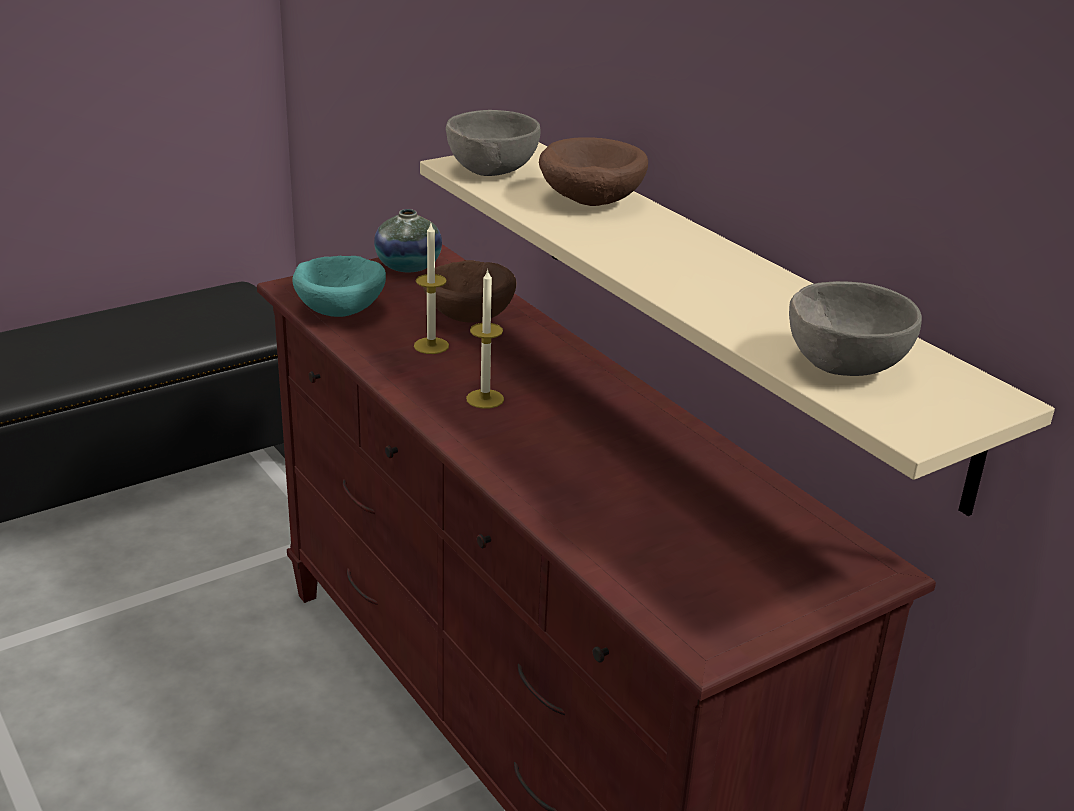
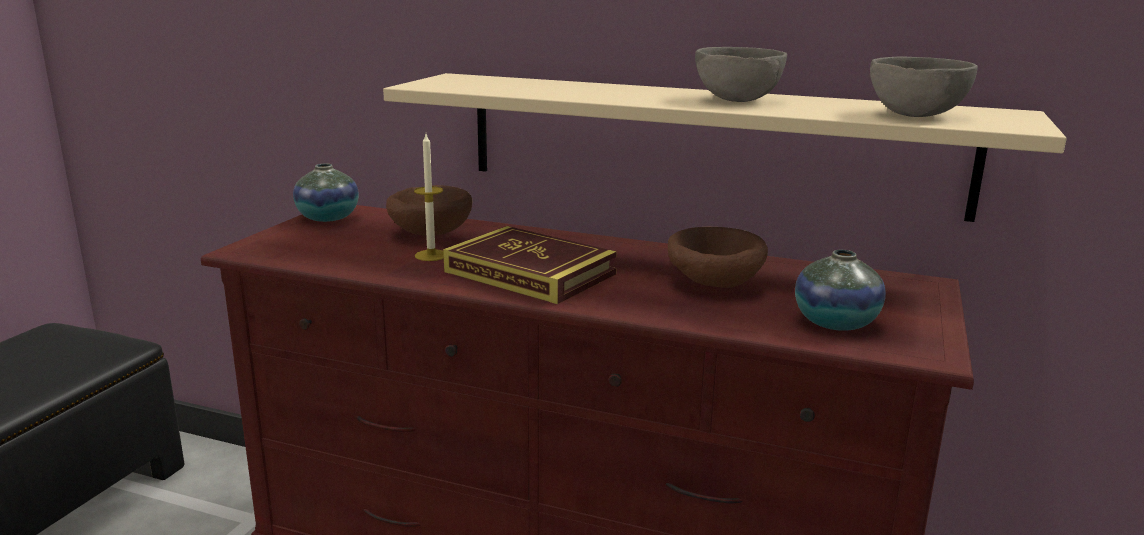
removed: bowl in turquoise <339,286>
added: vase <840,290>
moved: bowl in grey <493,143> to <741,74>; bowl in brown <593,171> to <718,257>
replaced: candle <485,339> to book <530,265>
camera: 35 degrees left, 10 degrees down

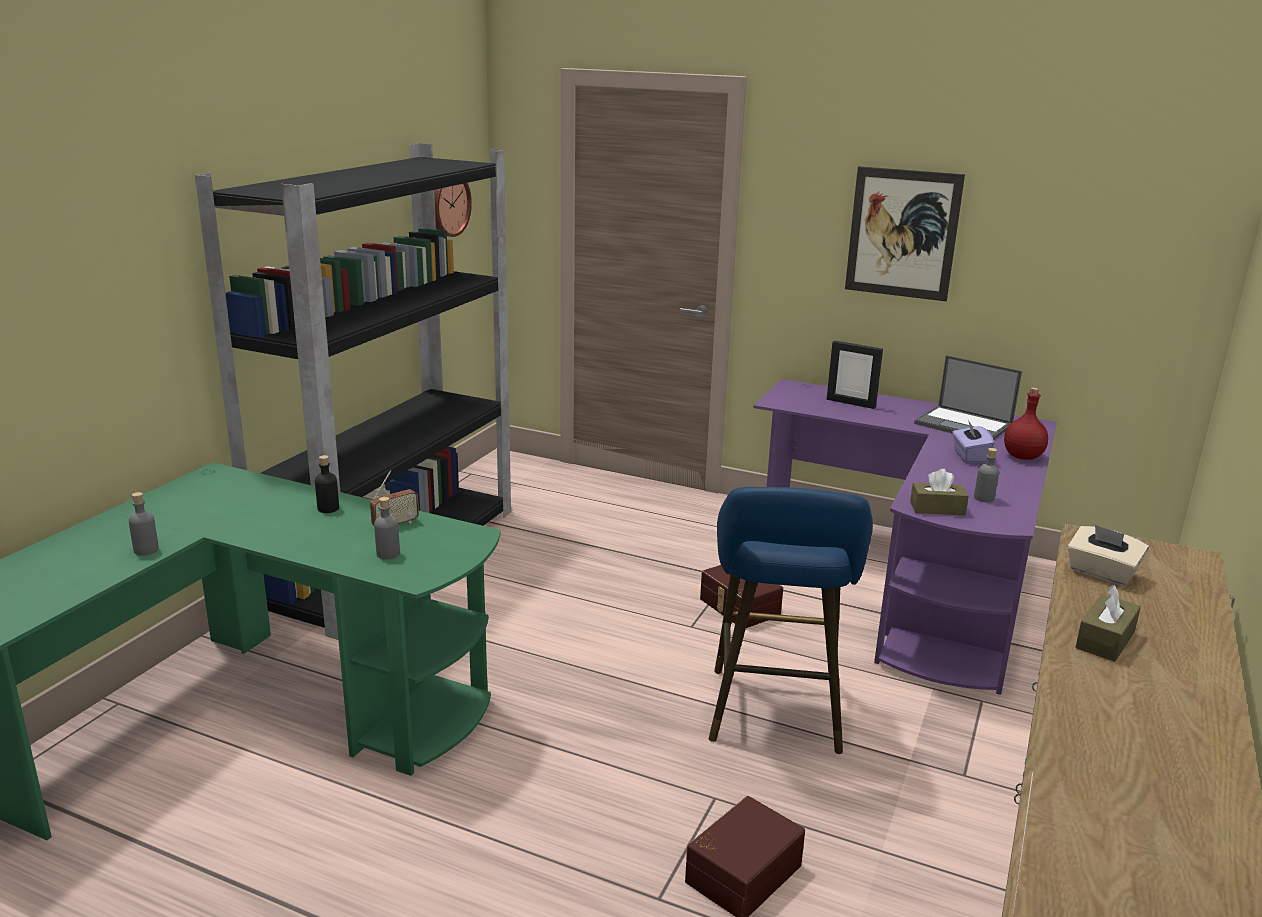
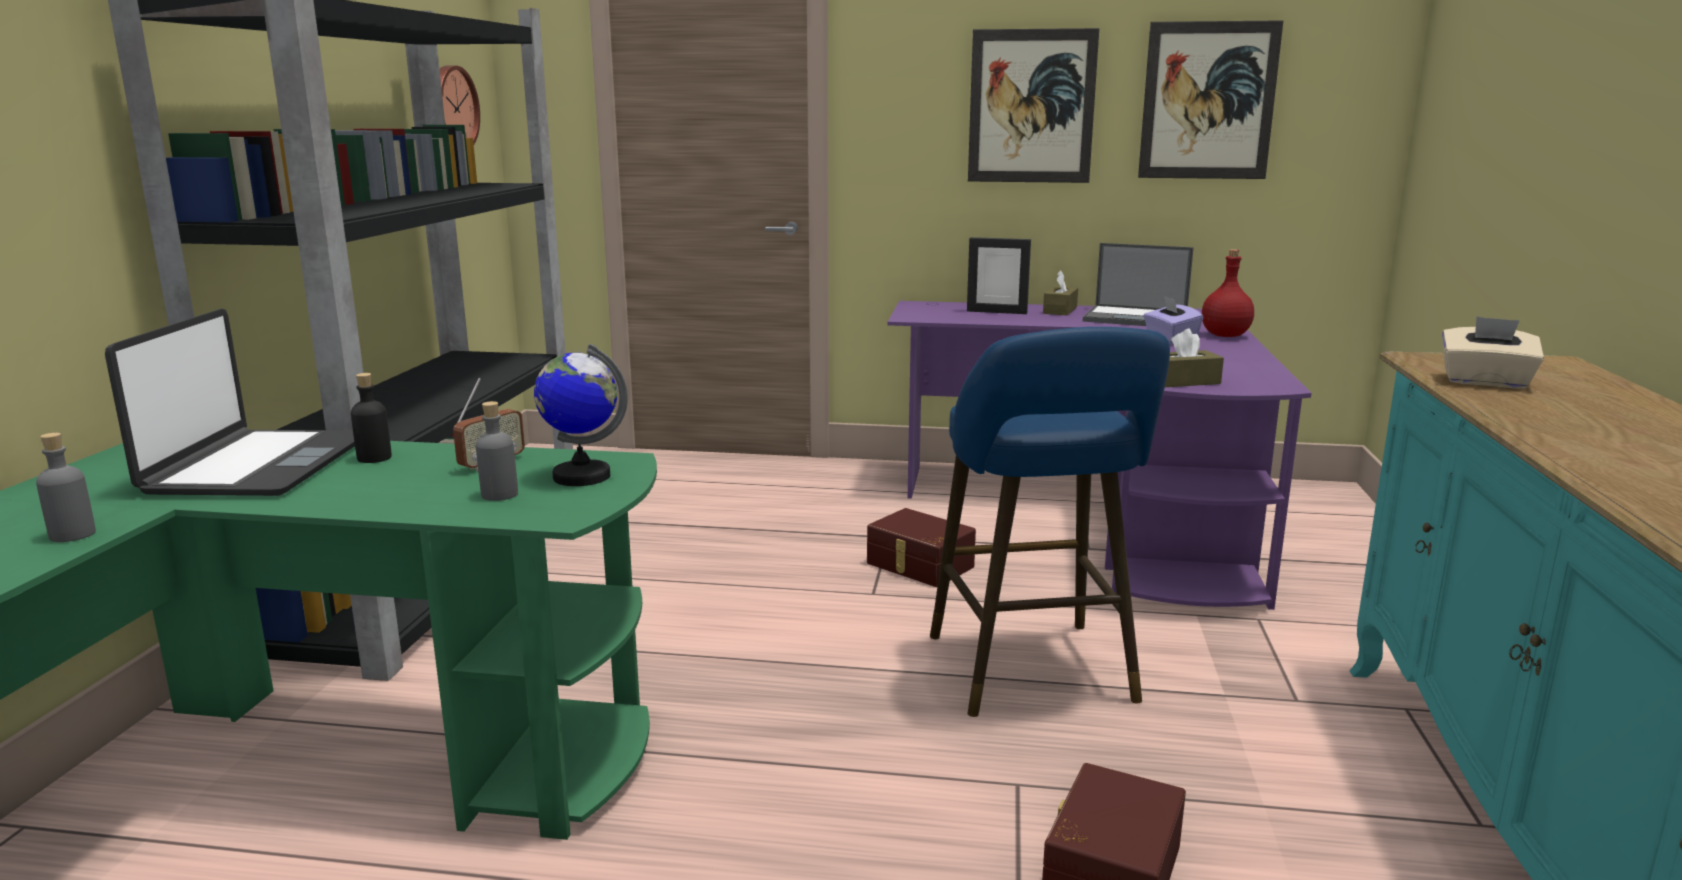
removed: bottle in grey <986,475>
added: laptop <230,402>; globe <581,415>; picture <1210,99>
moved: tissue box in brown <1108,623> to <1060,293>
camera: 15 degrees left, 5 degrees down

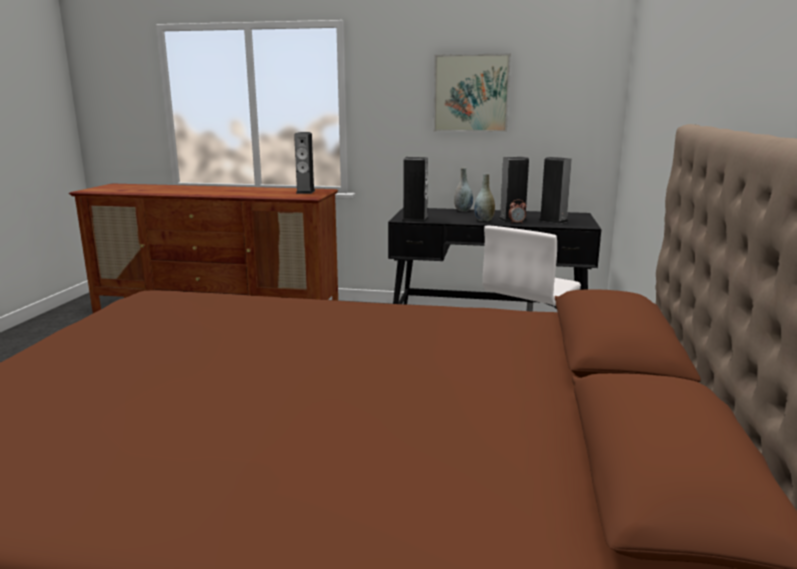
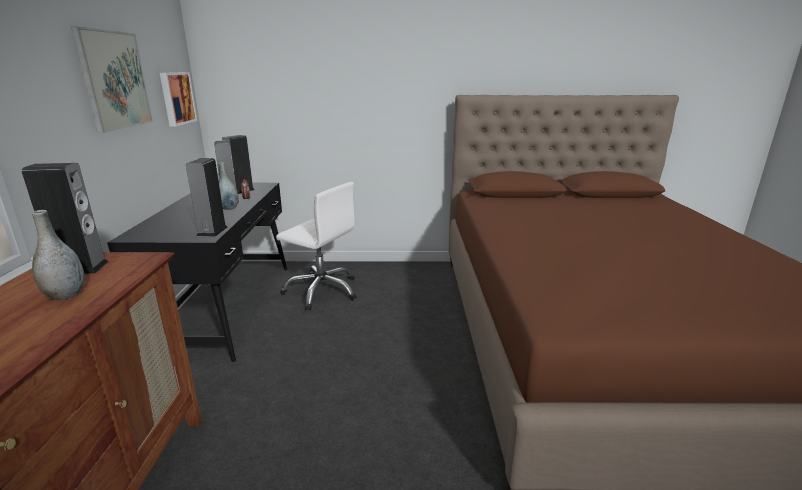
added: picture <178,99>
moved: vase in grey <463,190> to <58,255>
camera: 100 degrees left, 5 degrees up

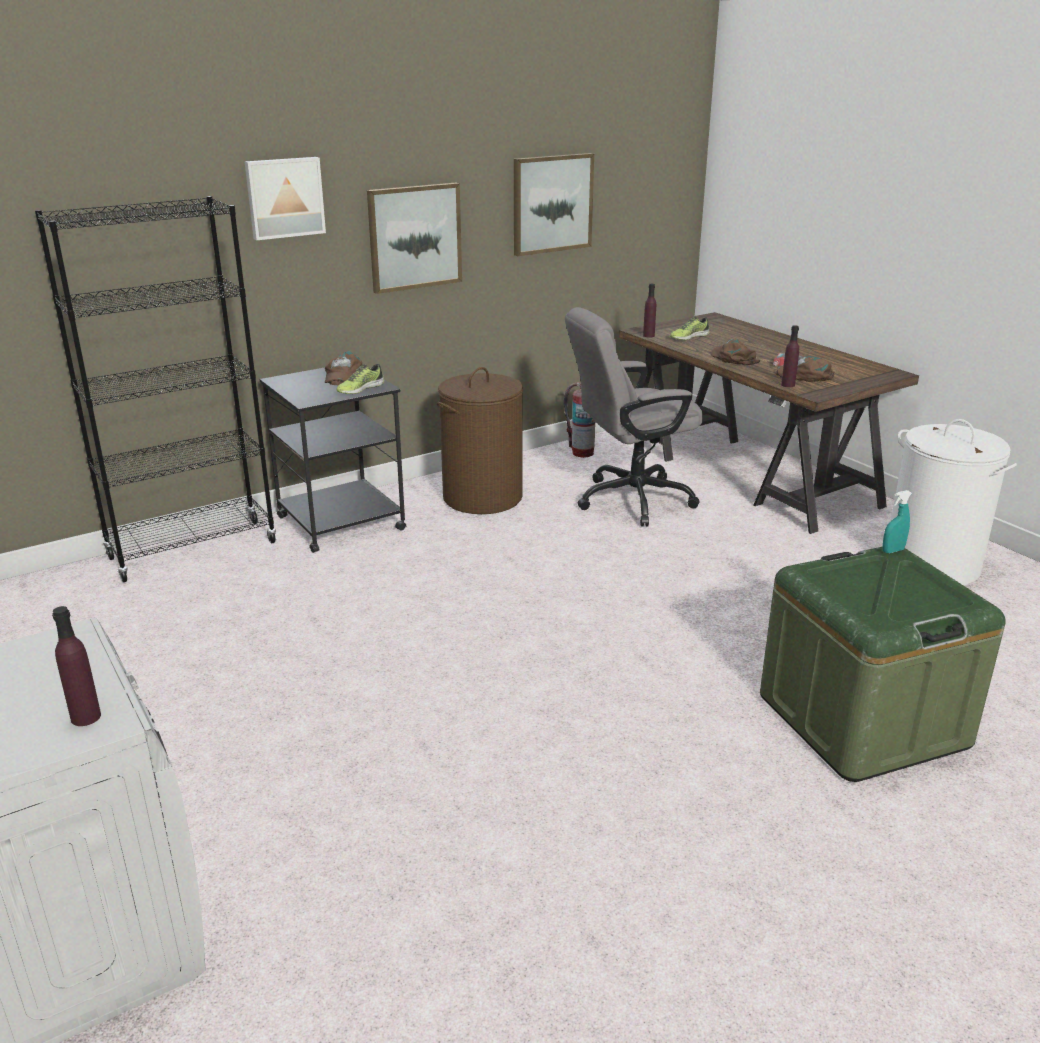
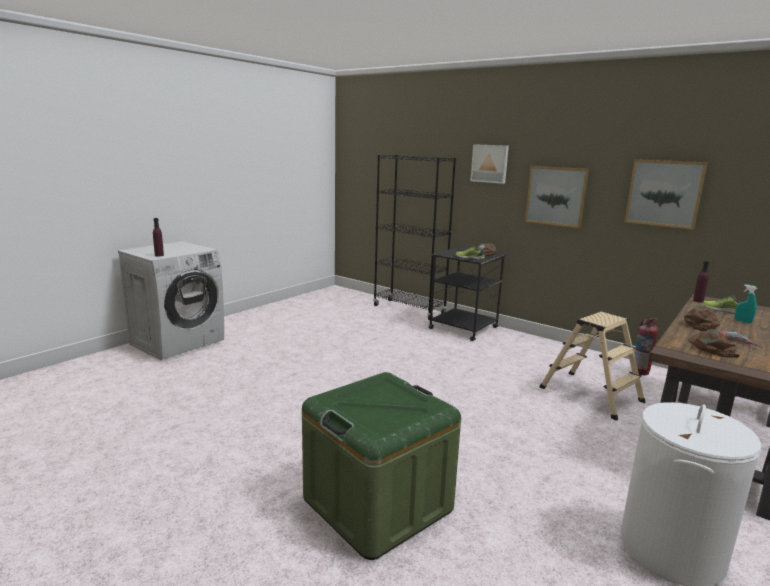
removed: laundry basket in brown <480,440>; bottle in purple <790,356>
moved: spray bottle in turquoise <897,521> to <746,303>
replaced: office chair in grey <634,416> to step ladder in beige <592,366>
camera: 70 degrees right, 10 degrees down

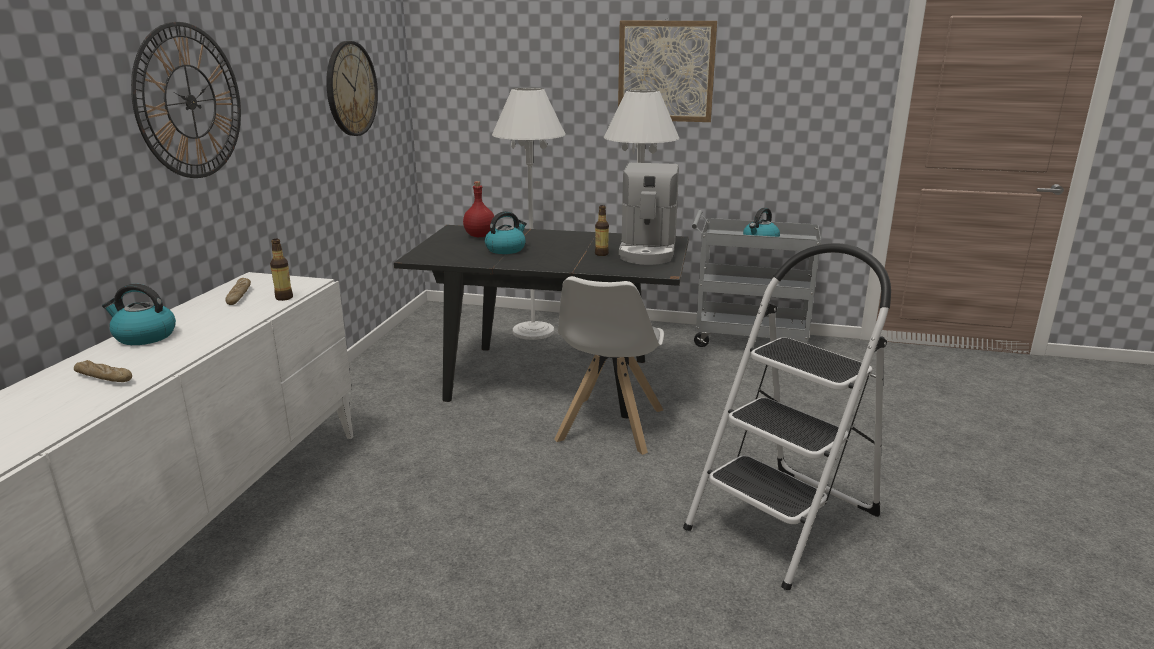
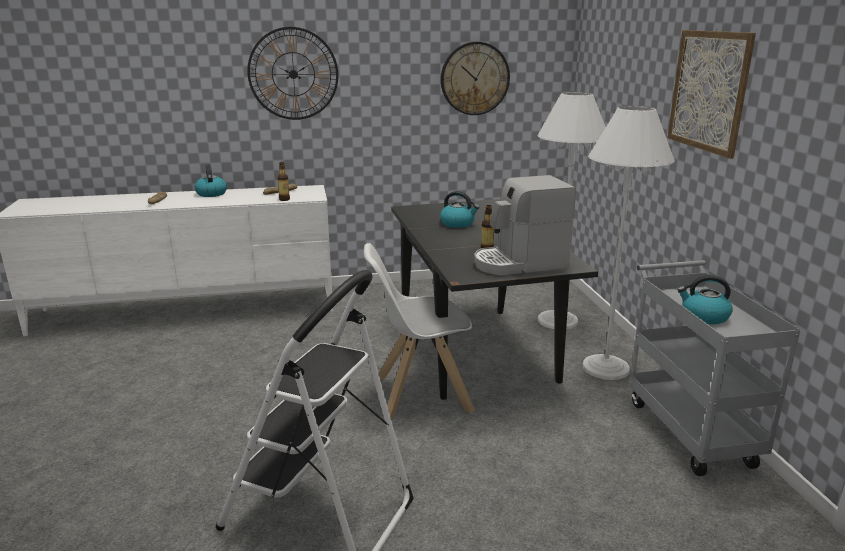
removed: bottle in red <478,209>
camera: 65 degrees right, 0 degrees up

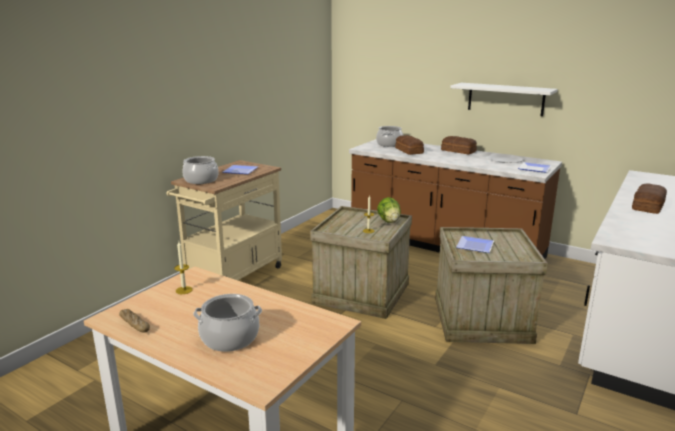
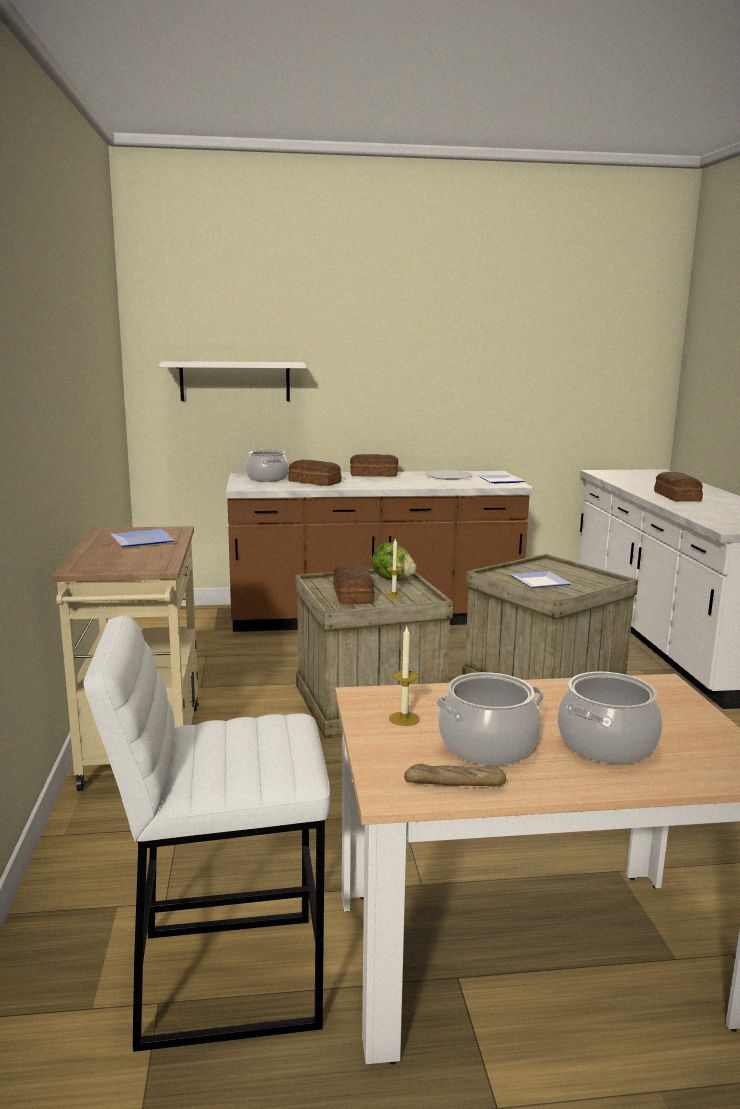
added: stool in white <207,833>; bread <353,584>
moved: cooking pot <200,170> to <490,718>; shelf in white <504,99> to <232,381>
camera: 40 degrees left, 5 degrees down

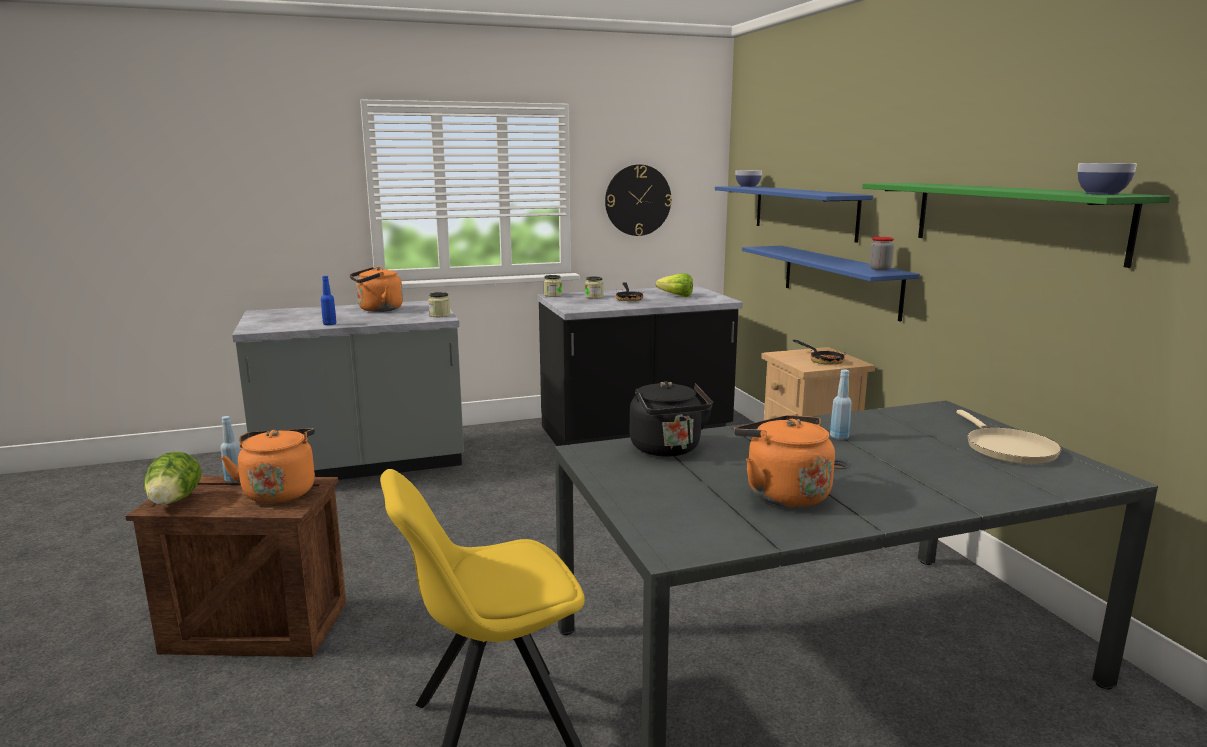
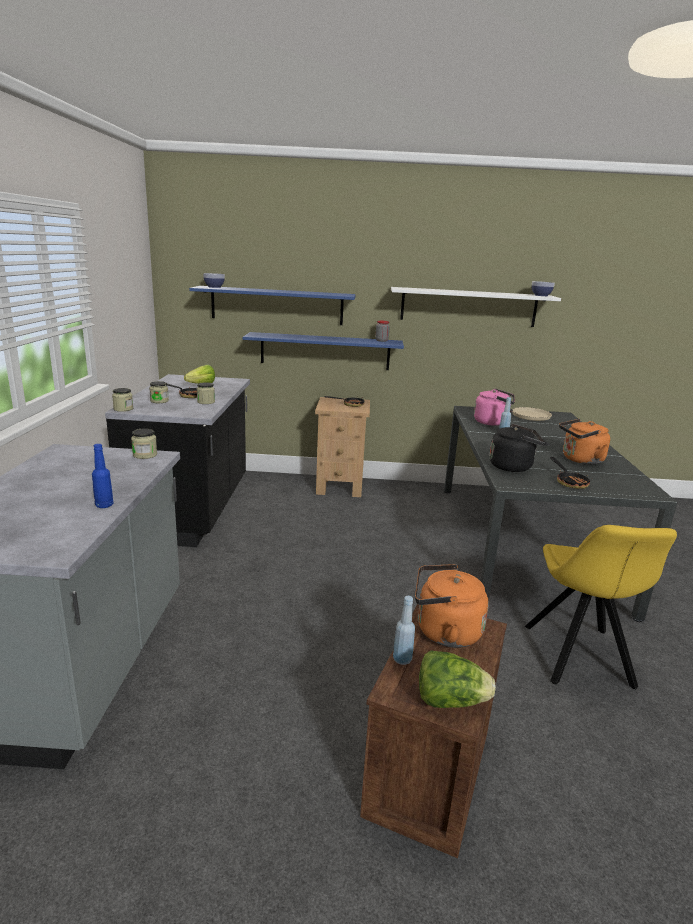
removed: kettle in orange <376,289>; wall clock <638,200>
added: jar <206,393>; kettle in pink <494,407>; frying pan <570,473>
recoloured: shelf in green <1016,225> to shelf in white <476,307>
camera: 70 degrees left, 5 degrees up

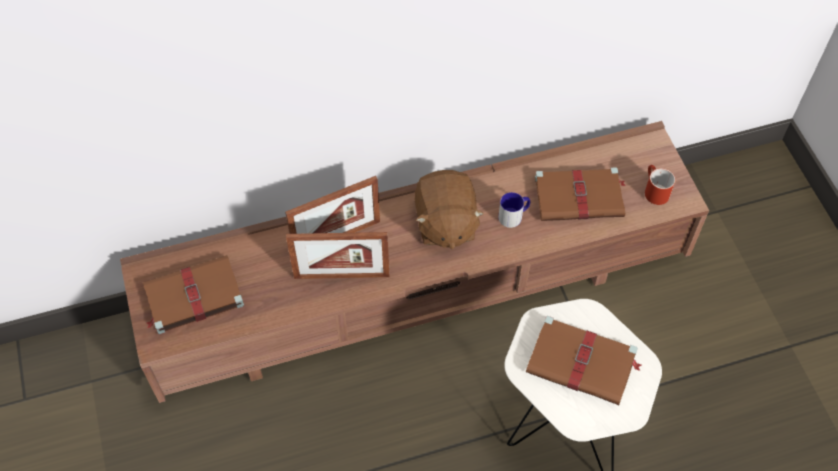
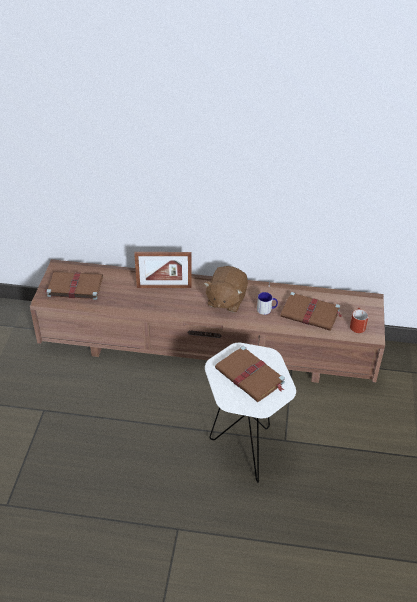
removed: picture frame <338,255>
camera: 25 degrees right, 15 degrees down

